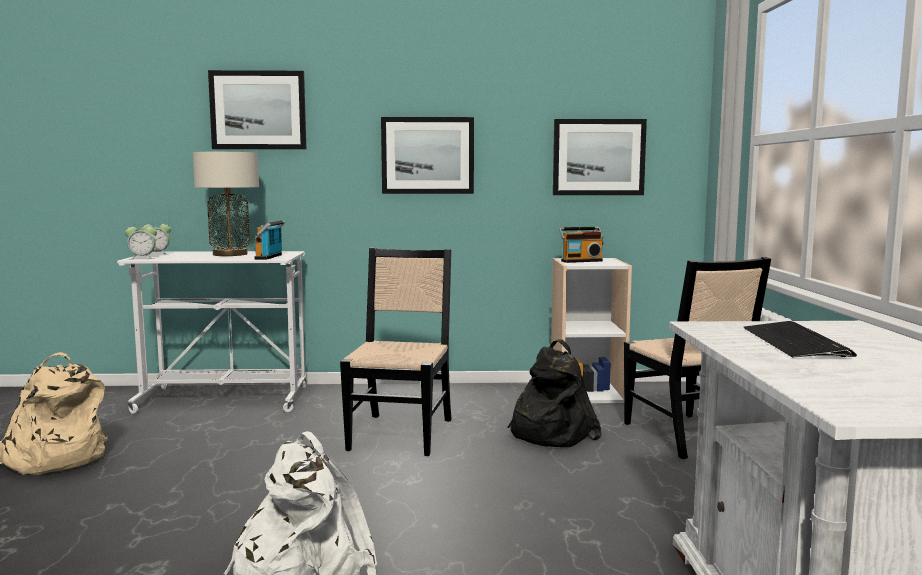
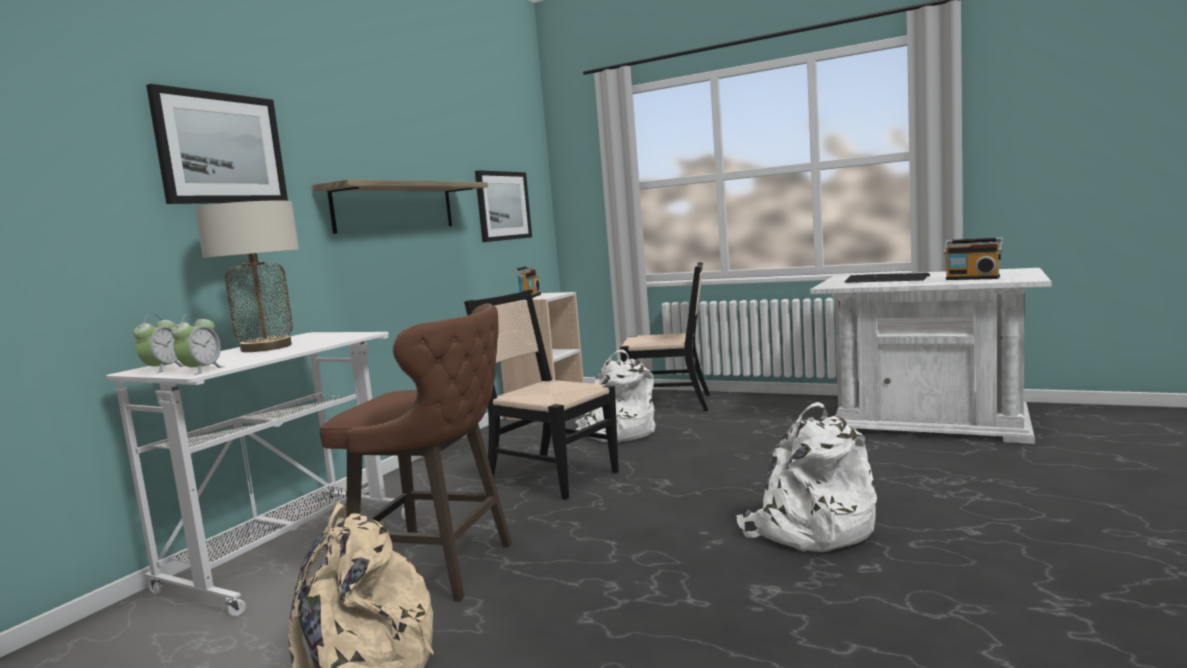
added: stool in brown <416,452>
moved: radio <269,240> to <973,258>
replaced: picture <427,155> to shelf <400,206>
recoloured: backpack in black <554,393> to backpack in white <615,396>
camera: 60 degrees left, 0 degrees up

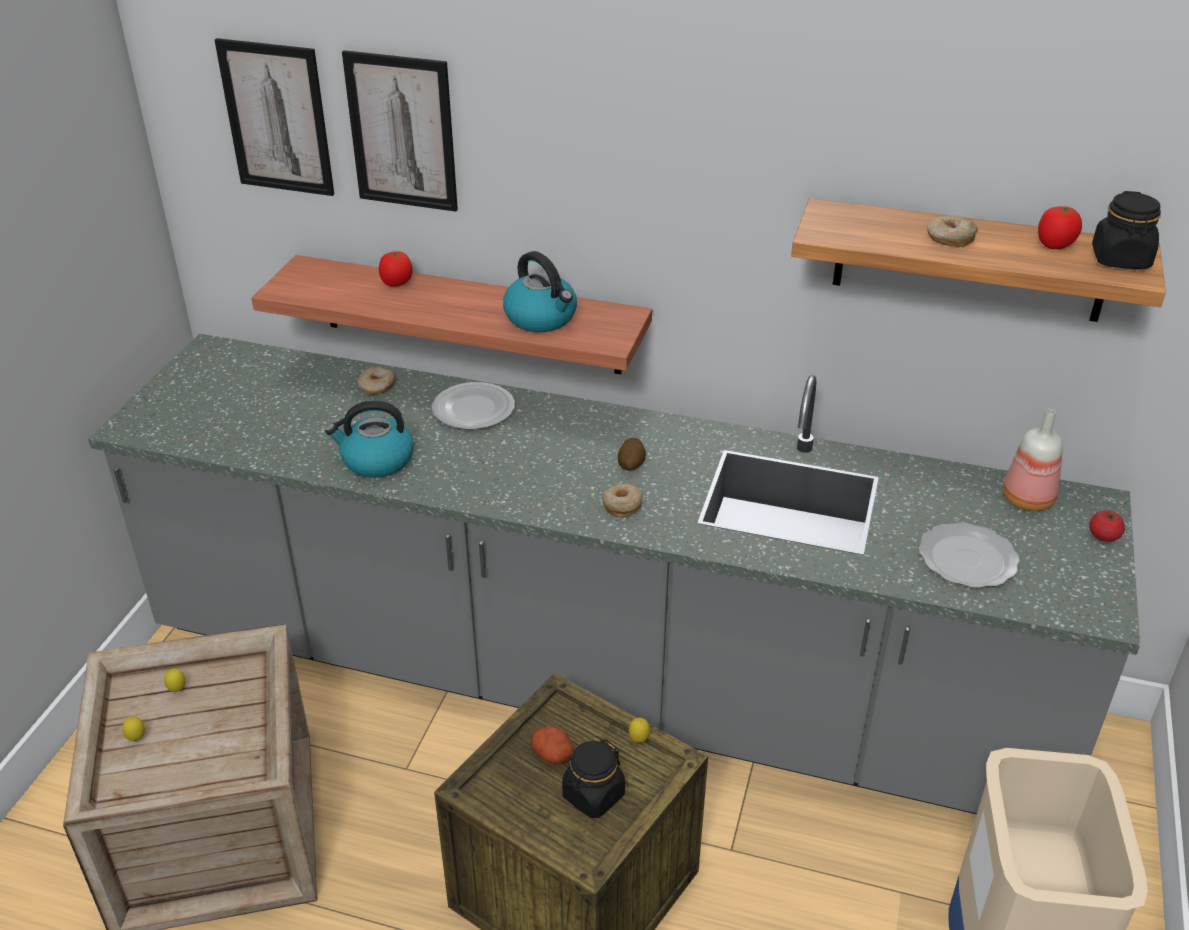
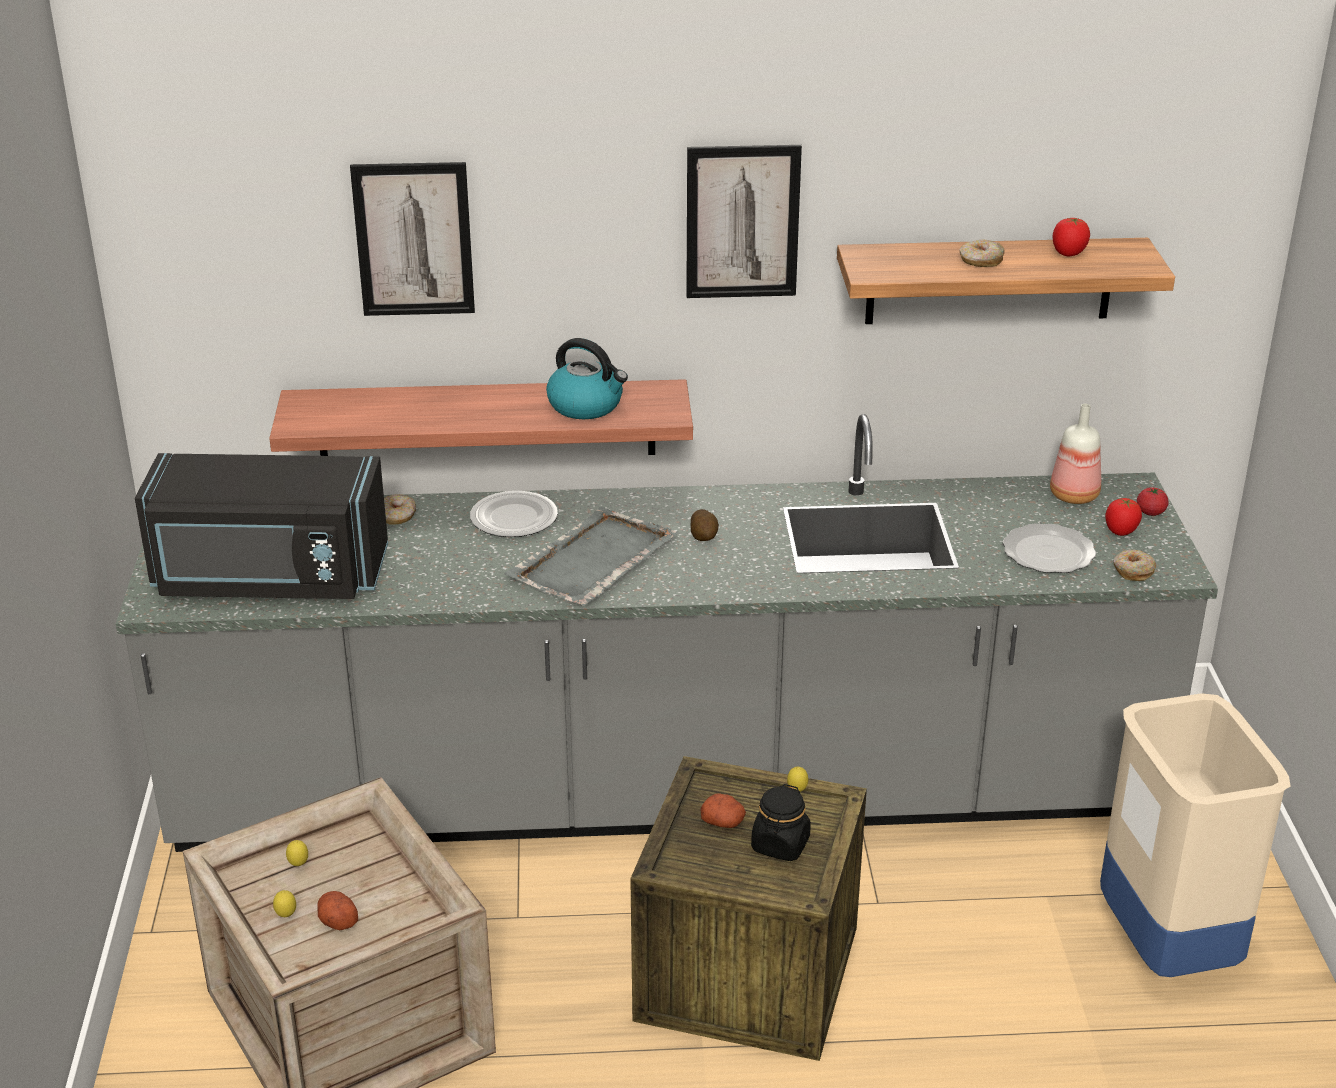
removed: kettle <369,439>; jar in black <1126,230>
added: microwave in black <261,526>; potato <337,911>; tray in grey <591,556>
moved: picture <274,117> to <744,221>; tomato <396,269> to <1123,517>; donut <622,500> to <1134,565>
camera: 20 degrees left, 5 degrees down

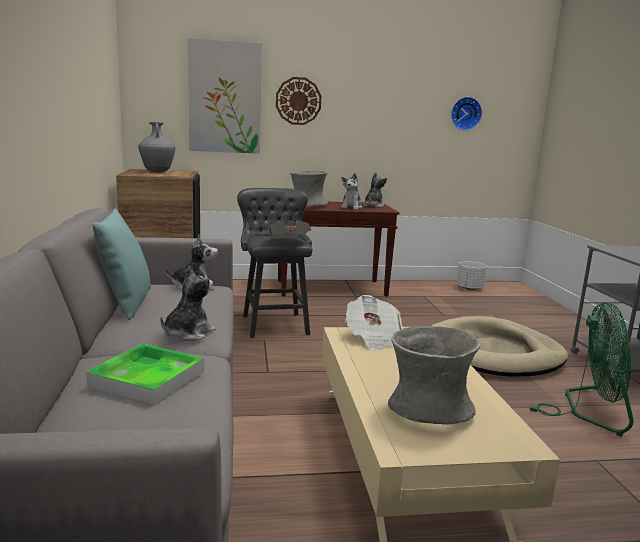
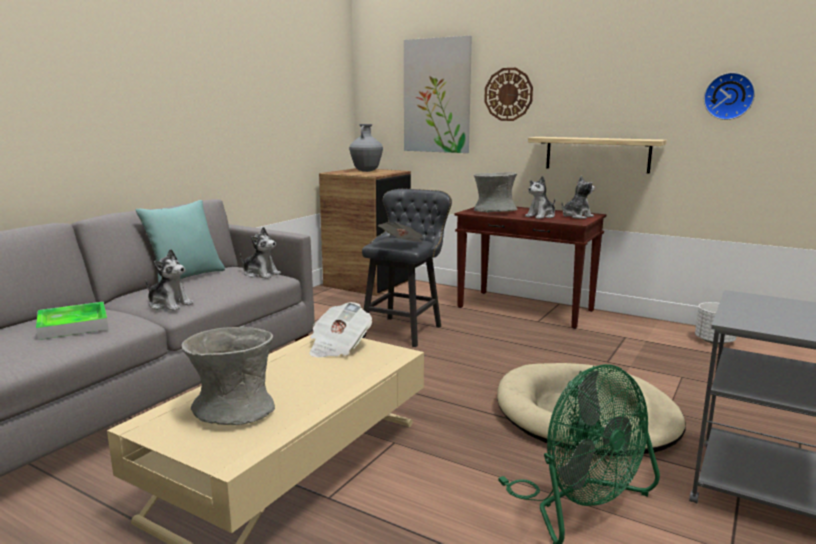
added: shelf <597,155>
turned: plush toy <188,303> = <169,280> 45 degrees clockwise
camera: 40 degrees right, 0 degrees up

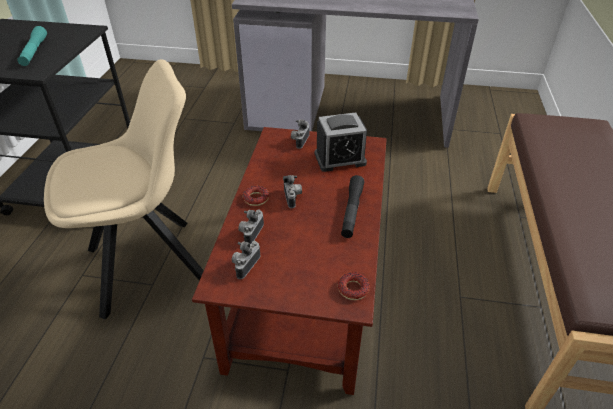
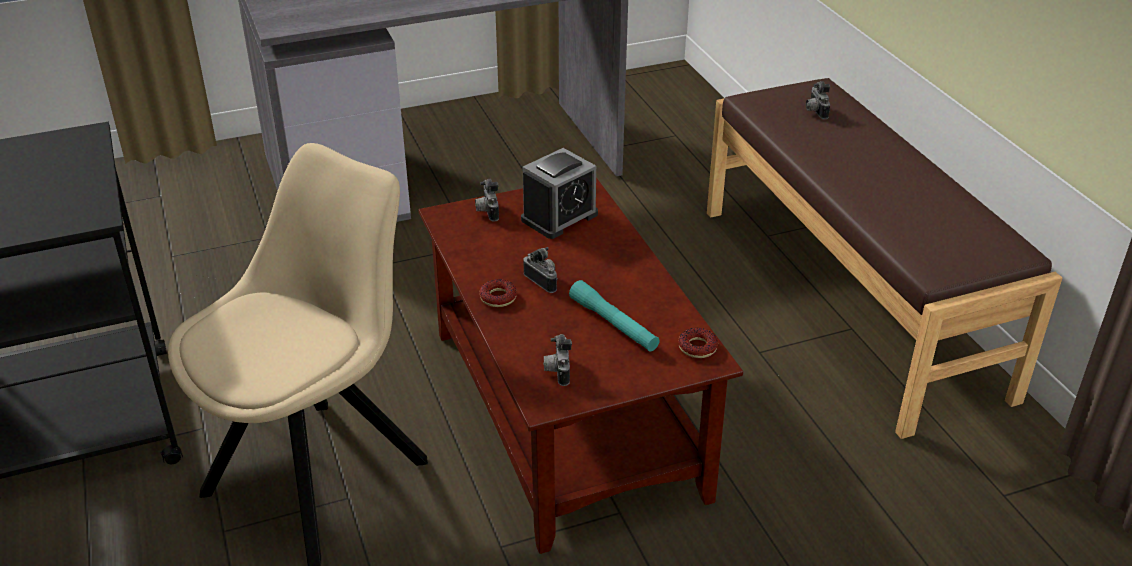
removed: flashlight in black <352,206>
moved: flashlight in turquoise <32,46> to <614,316>; photo camera <251,226> to <818,100>
camera: 30 degrees left, 5 degrees down

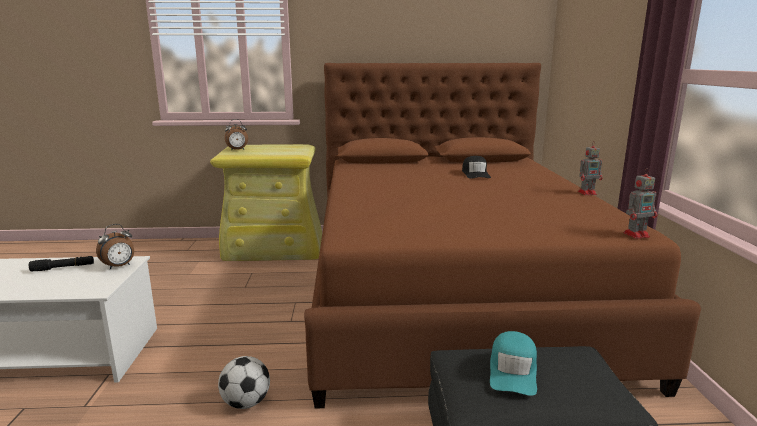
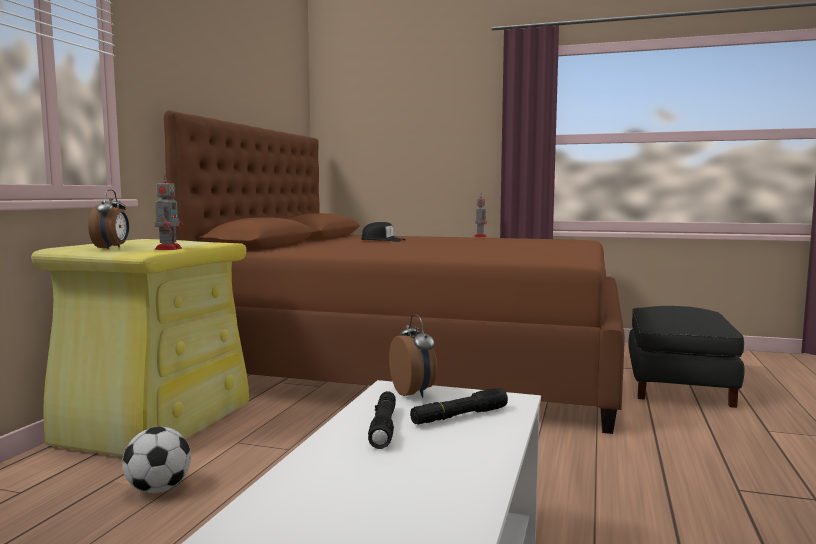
removed: cap in turquoise <513,363>
added: flashlight in black <459,406>
moved: football <244,382> to <156,460>; toy robot <640,203> to <169,212>
camera: 70 degrees left, 10 degrees down

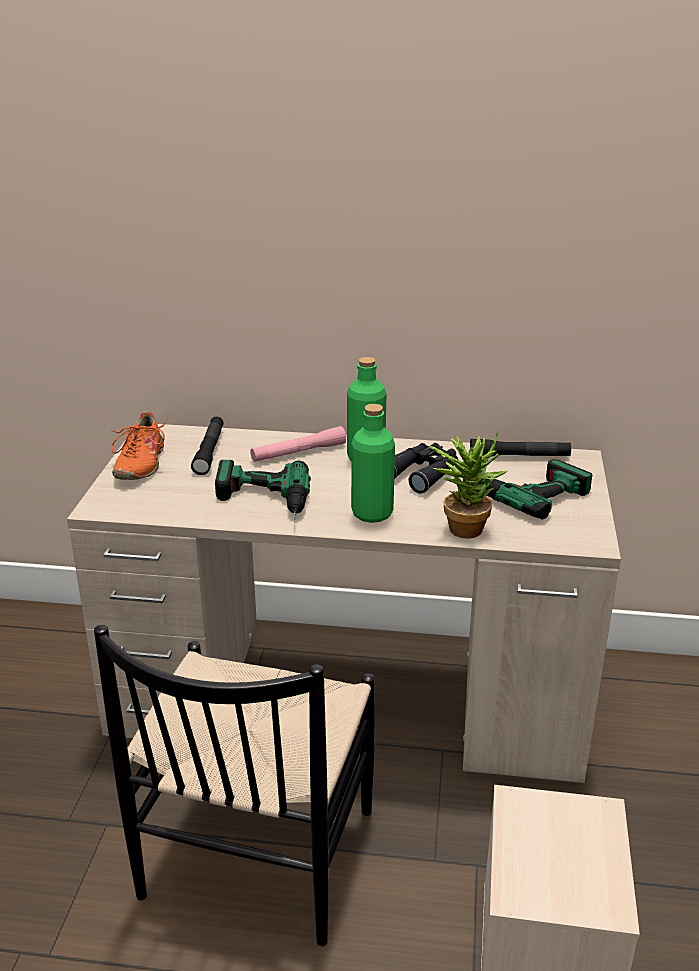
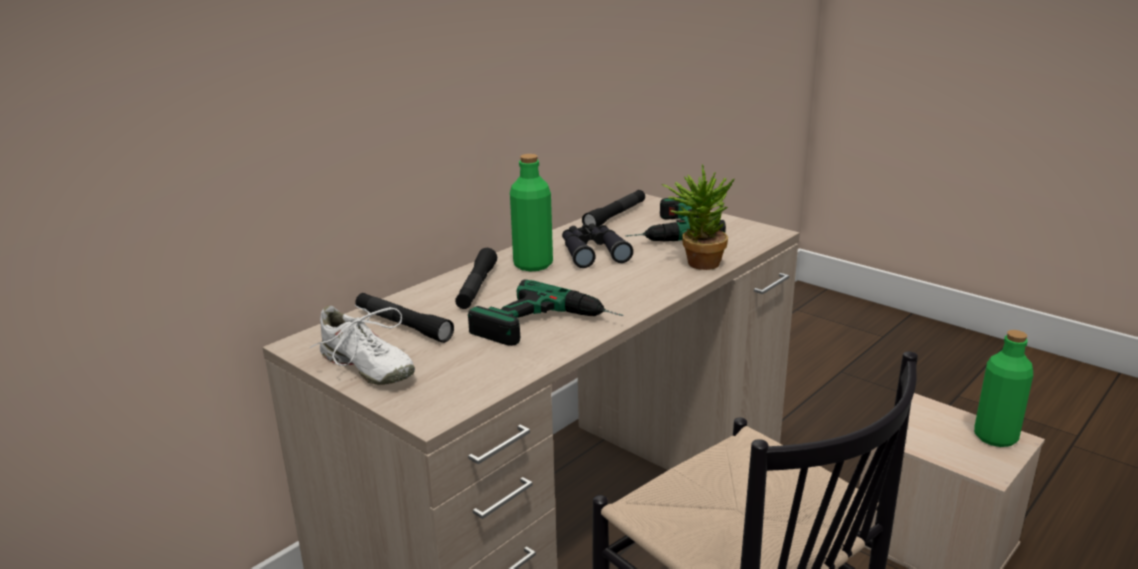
moved: bottle in green <373,463> to <1003,388>
recoloured: shoe in orange <139,445> to shoe in white <362,345>; flashlight in pink <298,444> to flashlight in black <476,278>
camera: 55 degrees left, 5 degrees down

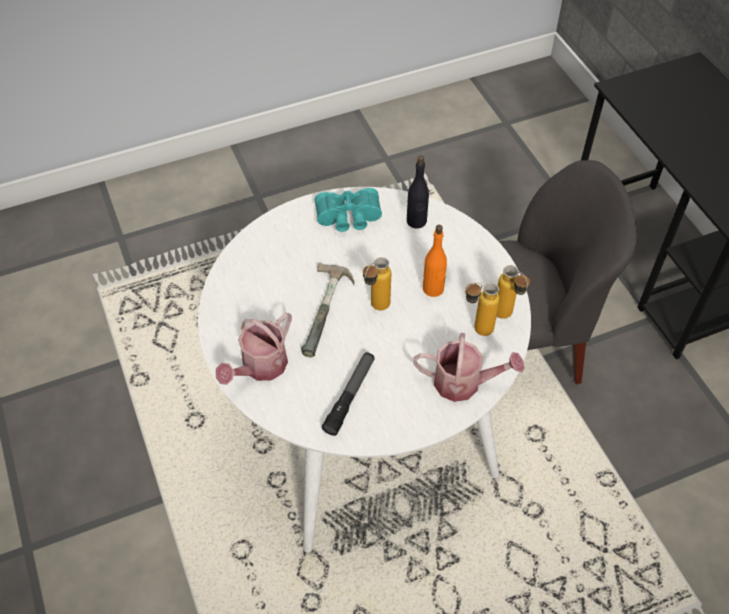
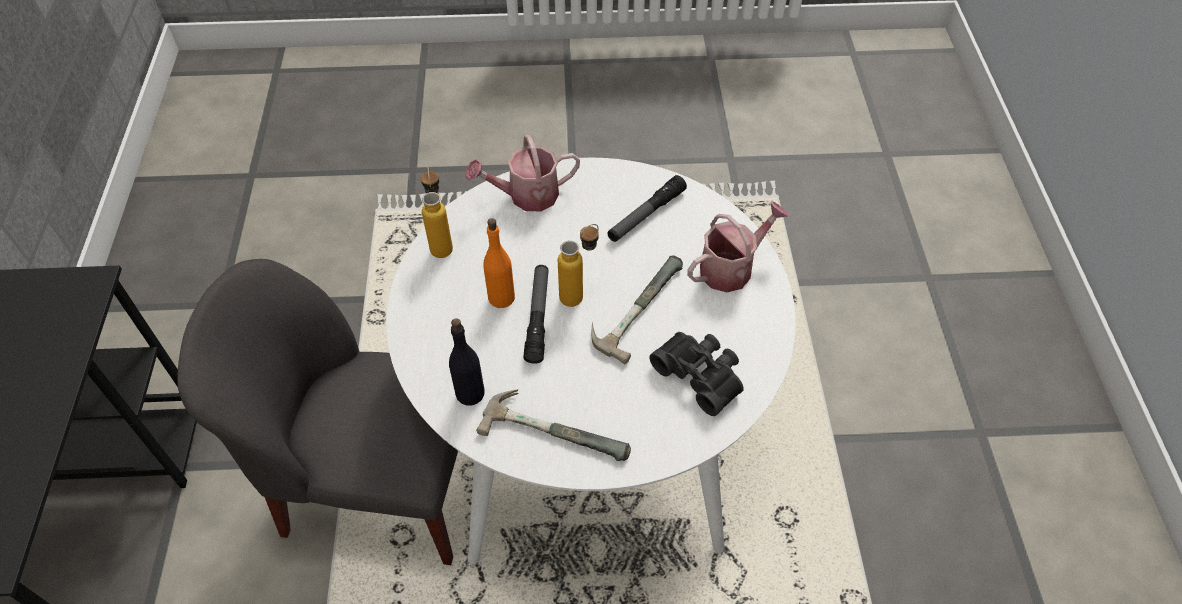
removed: bottle <482,309>
added: flashlight <536,314>; binoculars in black <696,374>
replaced: binoculars in turquoise <348,210> to hammer <553,425>
turned: watering can <469,367> = <522,173> 45 degrees counterclockwise
camera: 160 degrees left, 0 degrees up

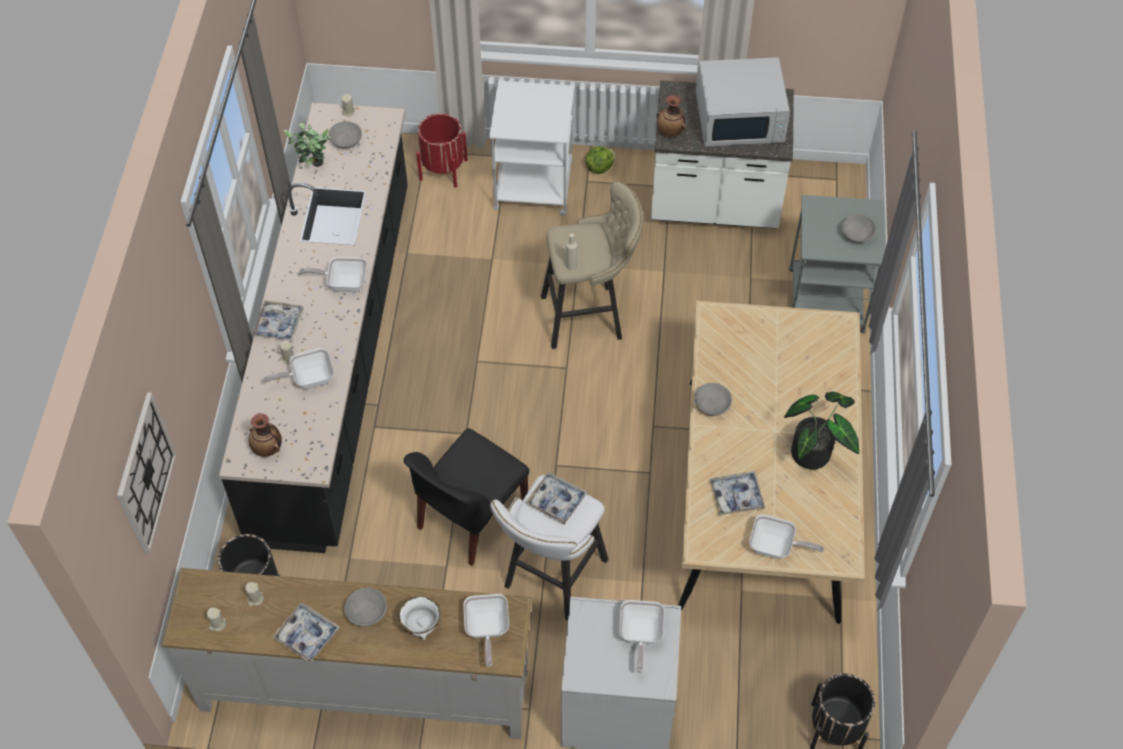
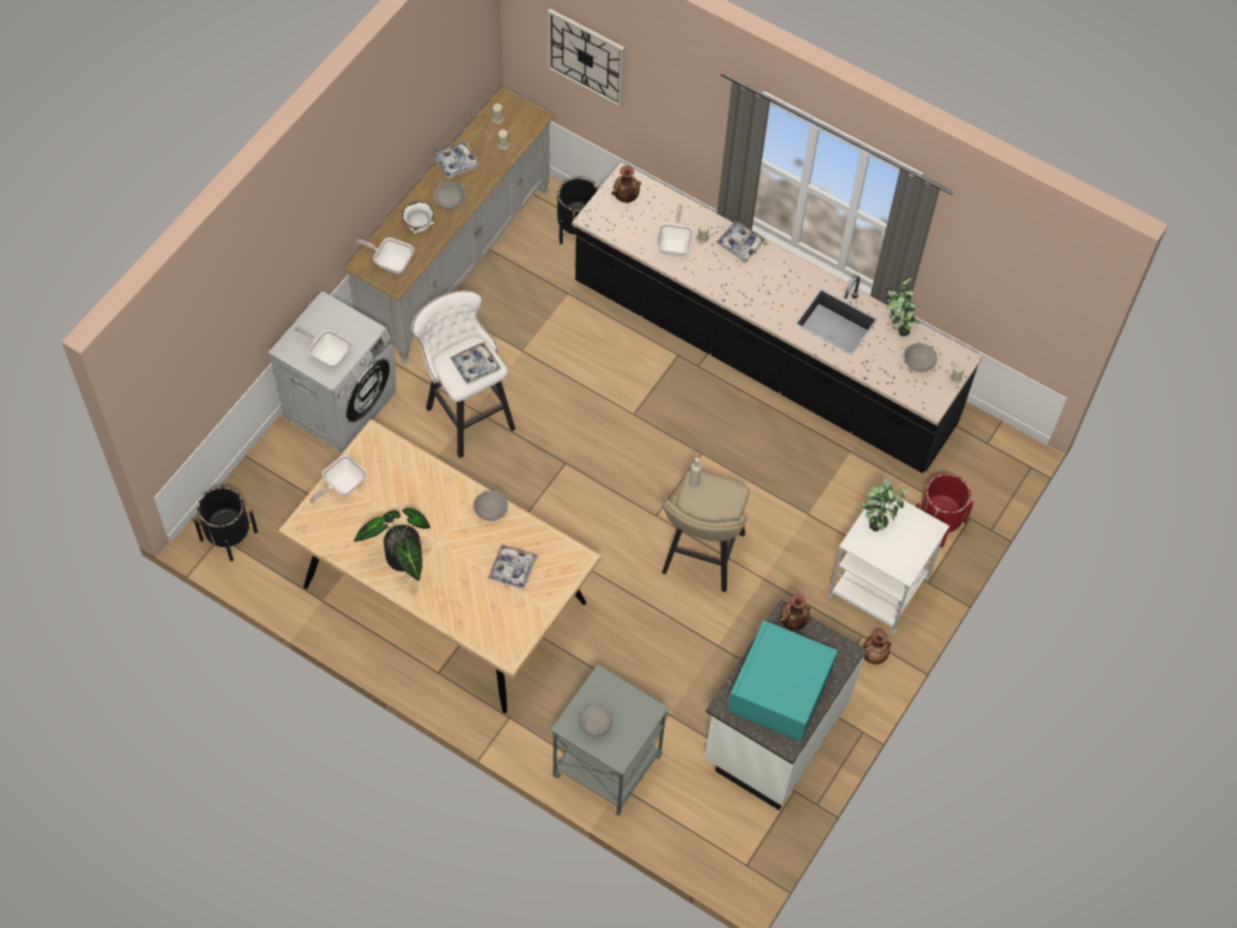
removed: frying pan <333,274>; chair in black <466,497>
added: potted plant <884,504>
moved: tray <737,493> to <512,566>
replaced: lettuce <600,160> to vase <877,647>
recoloured: microwave in white <743,101> to microwave in turquoise <782,681>
camera: 115 degrees right, 5 degrees up

